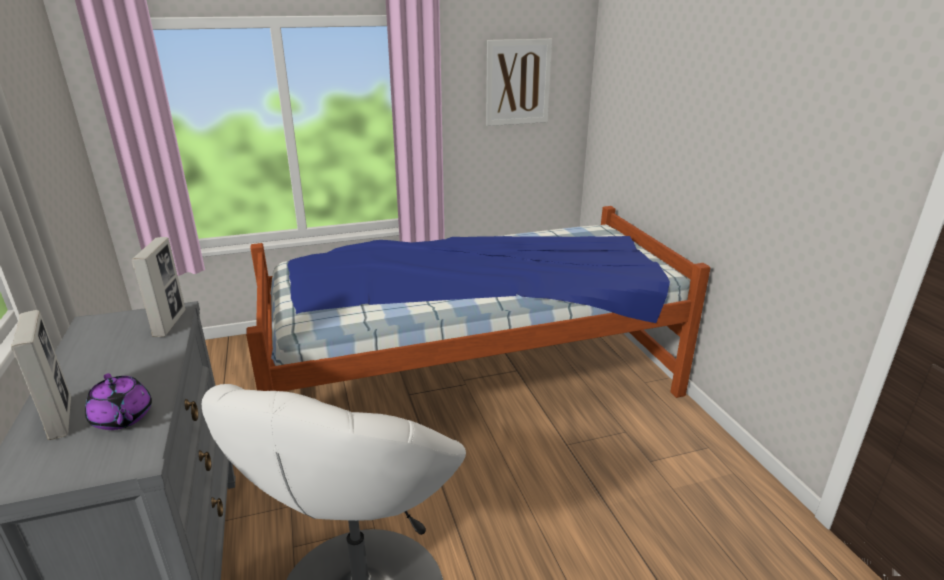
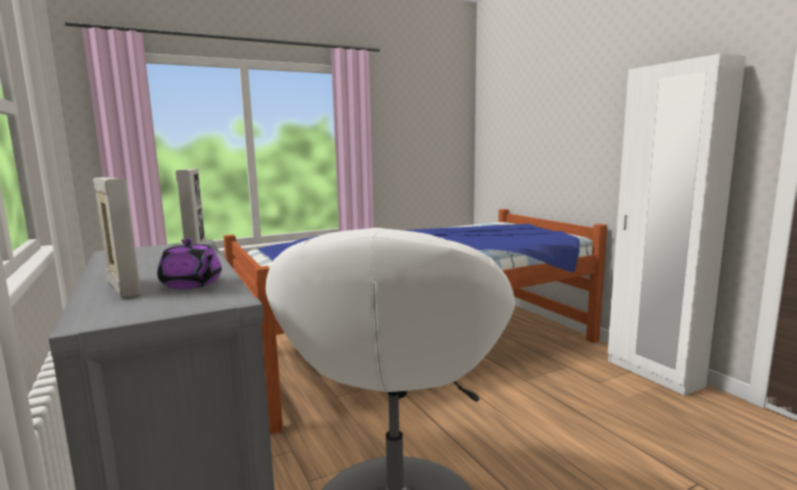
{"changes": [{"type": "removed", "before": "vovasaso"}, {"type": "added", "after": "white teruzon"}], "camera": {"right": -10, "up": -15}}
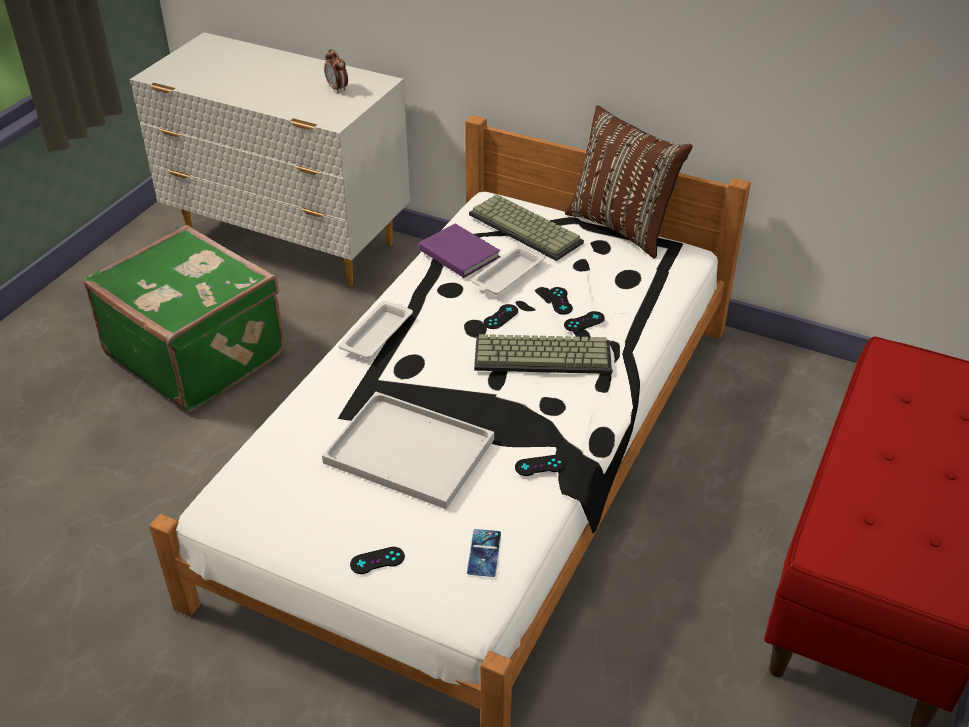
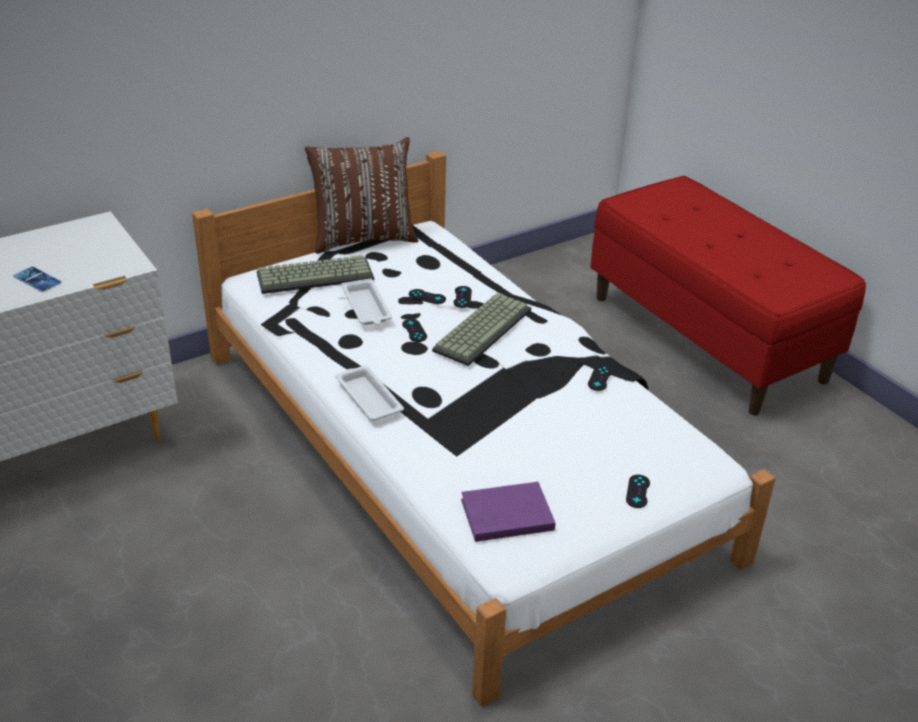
{"changes": [{"type": "removed", "before": "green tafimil"}, {"type": "removed", "before": "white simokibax (2nd from left)"}, {"type": "removed", "before": "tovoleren"}, {"type": "moved", "before": "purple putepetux"}, {"type": "moved", "before": "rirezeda"}], "camera": {"right": -60, "up": -5}}
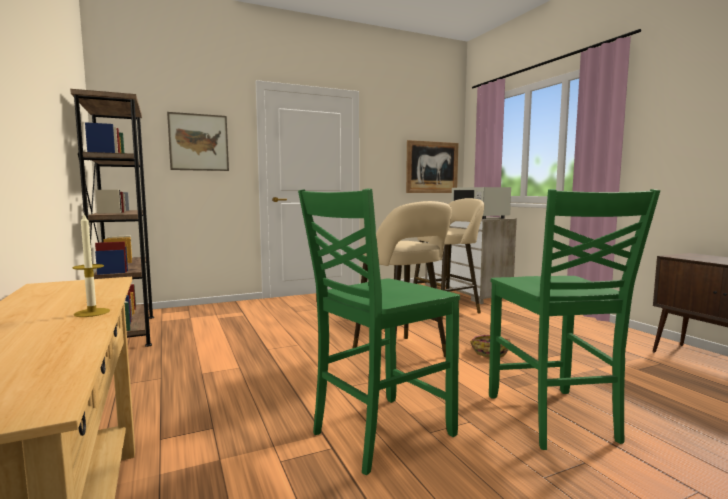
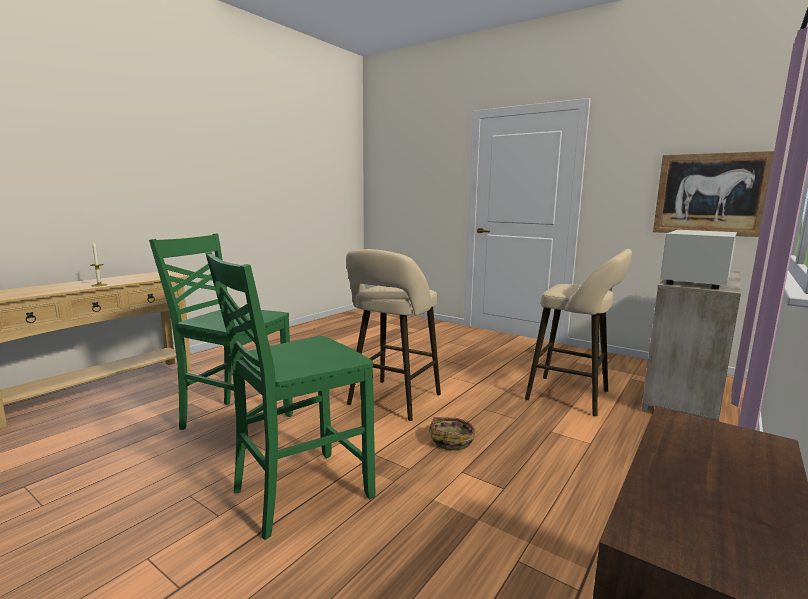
{"changes": [{"type": "removed", "before": "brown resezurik"}, {"type": "removed", "before": "vovasaso (1st from left)"}], "camera": {"right": 60, "up": 5}}
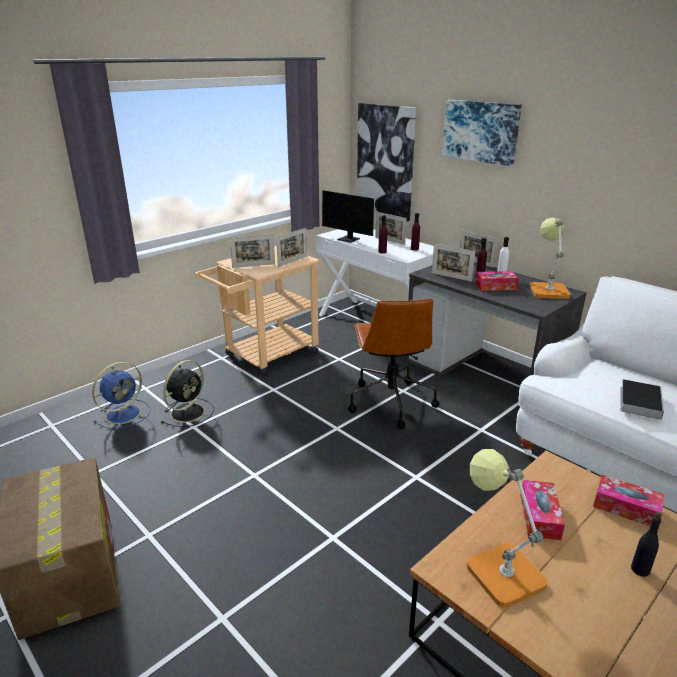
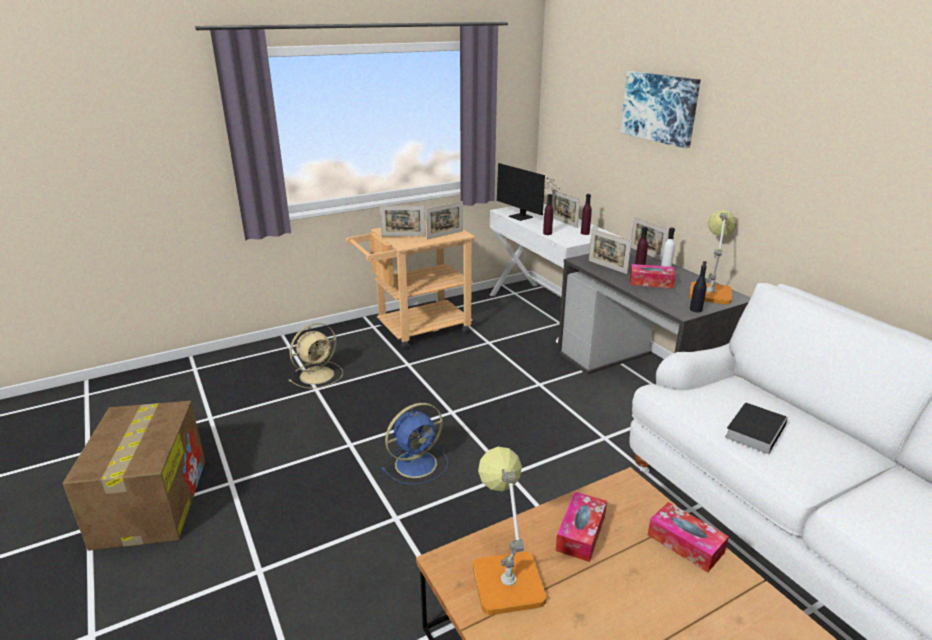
{"changes": [{"type": "moved", "before": "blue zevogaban"}, {"type": "recoloured", "before": "black zevogaban", "after": "beige zevogaban"}, {"type": "removed", "before": "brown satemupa"}, {"type": "removed", "before": "vovasaso (1st from left)"}, {"type": "moved", "before": "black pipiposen"}], "camera": {"right": 15, "up": 0}}
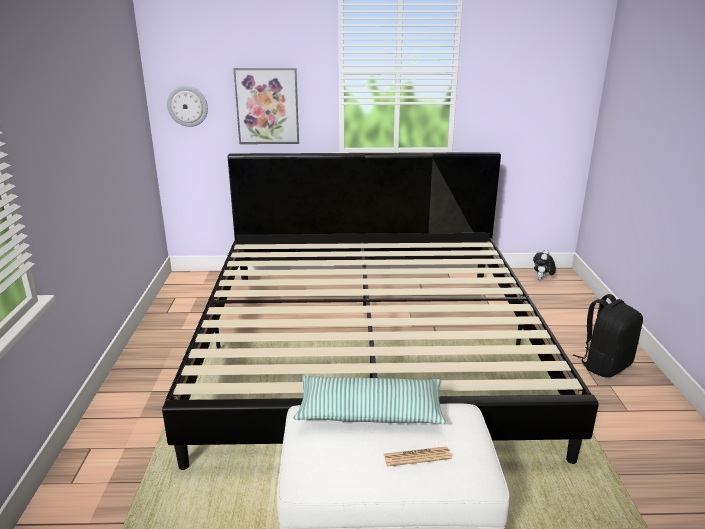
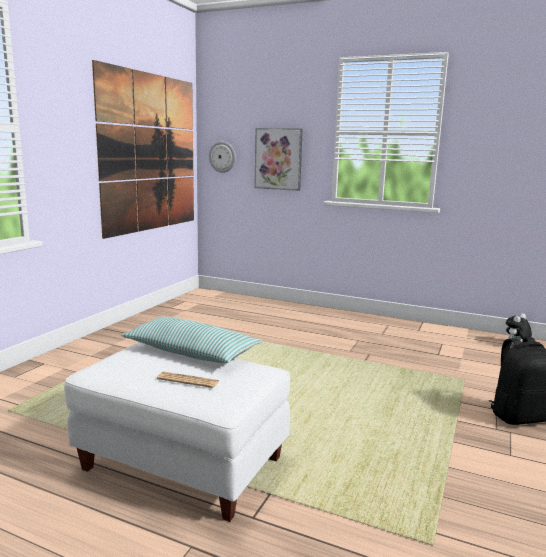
{"changes": [{"type": "removed", "before": "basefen"}, {"type": "added", "after": "vovasaso (1st from left)"}], "camera": {"right": 25, "up": -10}}
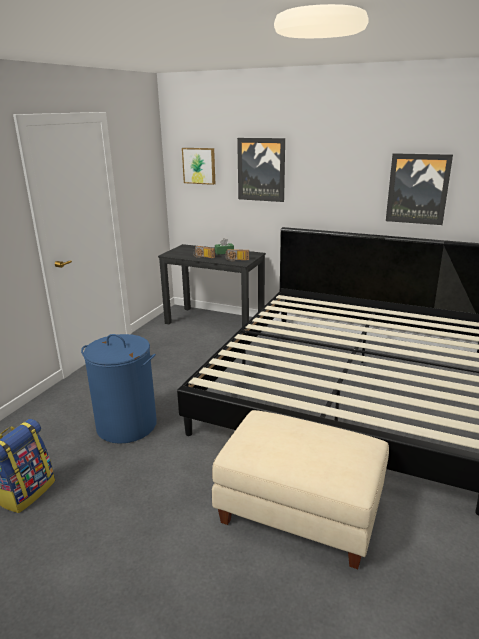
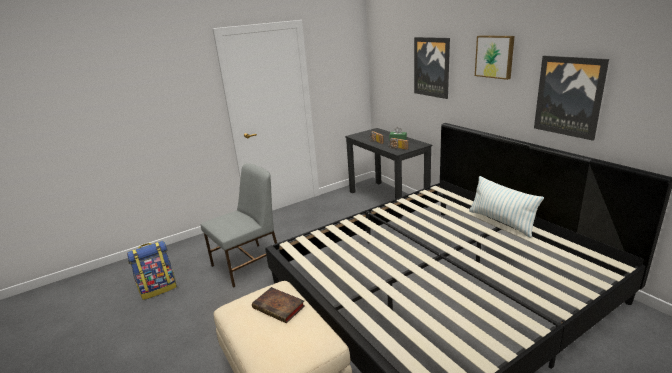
{"changes": [{"type": "replaced", "before": "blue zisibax", "after": "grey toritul"}, {"type": "moved", "before": "vovasaso (1st from left in the first image)", "after": "vovasaso (2nd from left)"}, {"type": "added", "after": "putepetux"}, {"type": "added", "after": "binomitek"}], "camera": {"right": 35, "up": 0}}
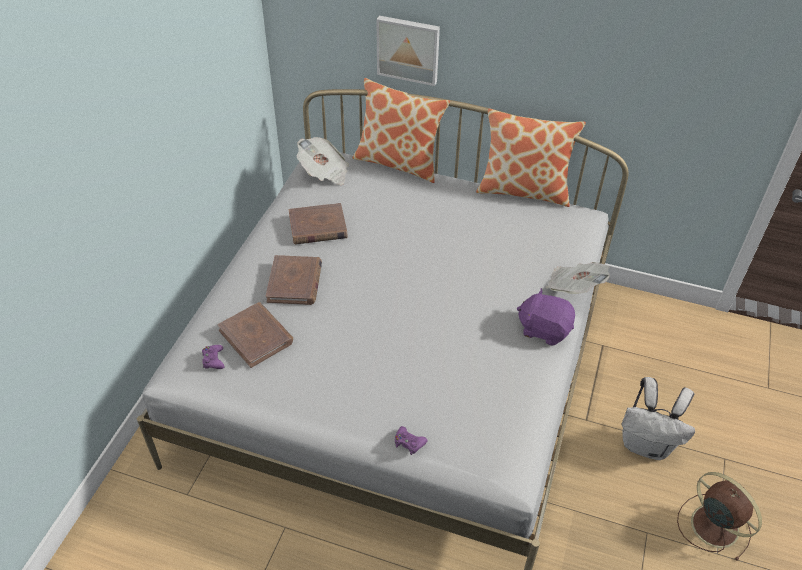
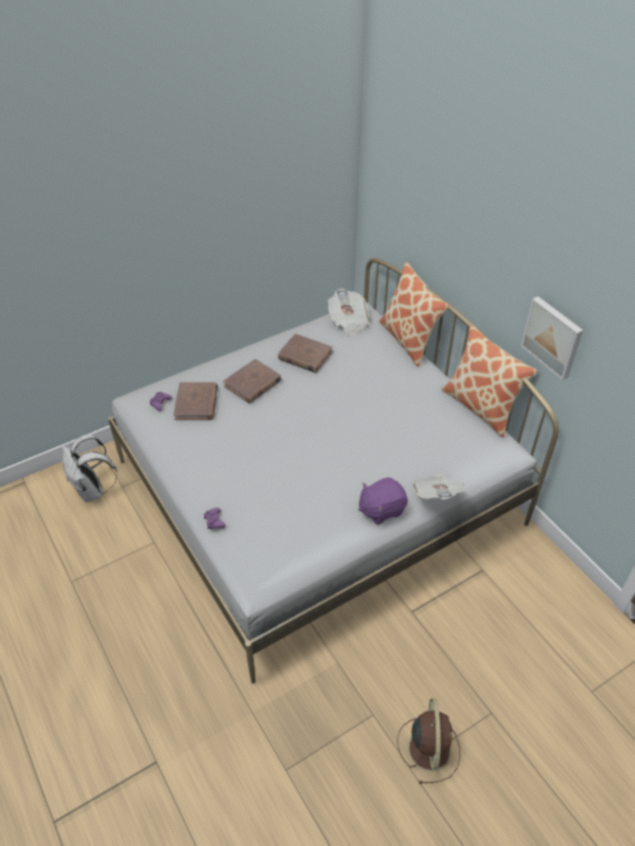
{"changes": [{"type": "moved", "before": "vovasaso"}, {"type": "turned", "before": "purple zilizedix", "turn": -90}, {"type": "moved", "before": "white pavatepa"}], "camera": {"right": 40, "up": 0}}
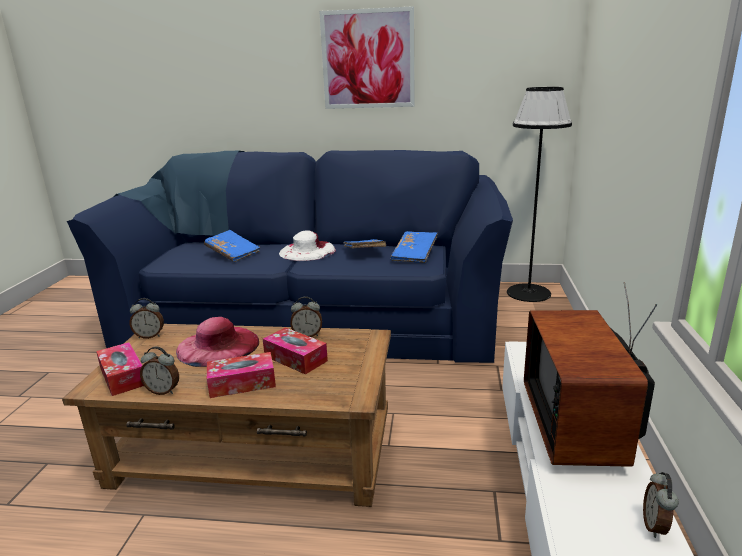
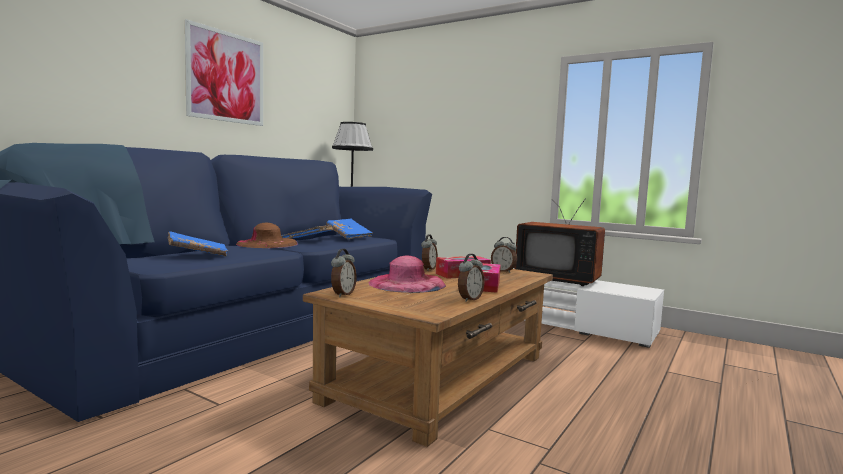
{"changes": [{"type": "removed", "before": "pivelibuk (1st from left)"}, {"type": "recoloured", "before": "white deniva", "after": "brown deniva"}, {"type": "moved", "before": "tovoleren (4th from left)"}], "camera": {"right": -65, "up": -15}}
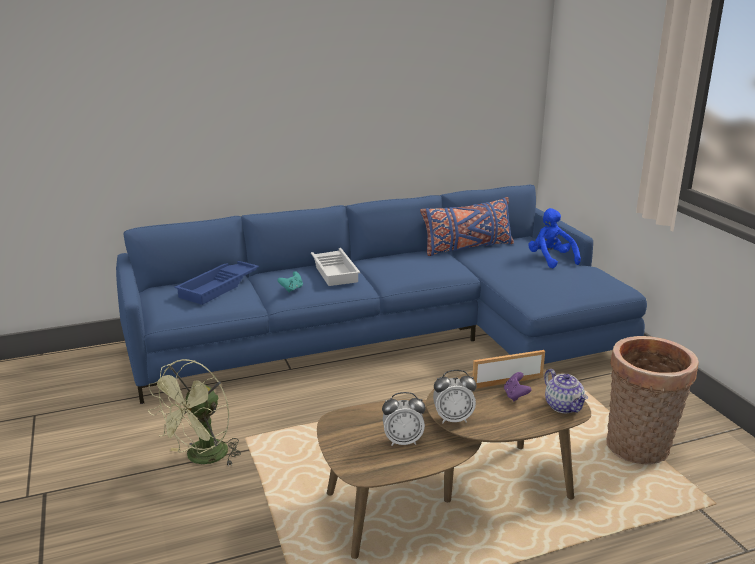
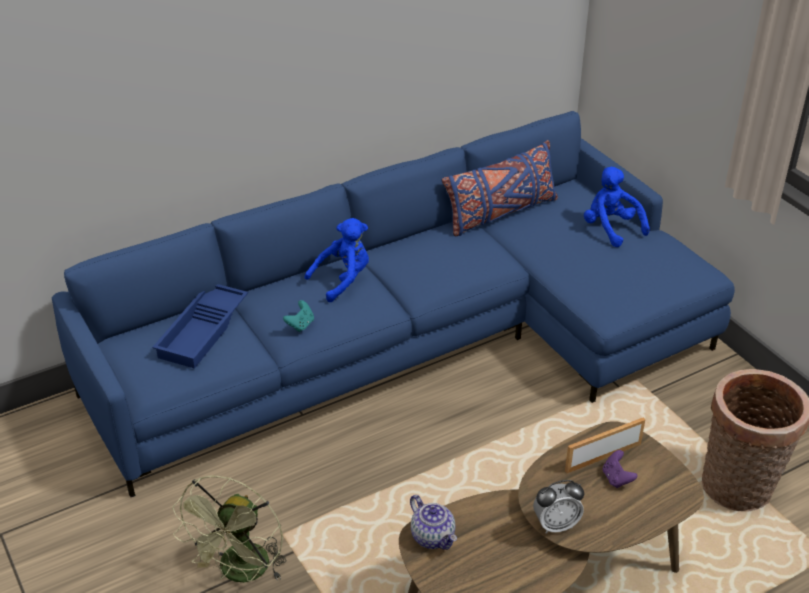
{"changes": [{"type": "replaced", "before": "white simokibax", "after": "blue zilizedix (1st from left)"}, {"type": "removed", "before": "tovoleren (1st from left)"}, {"type": "moved", "before": "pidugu"}], "camera": {"right": -10, "up": 15}}
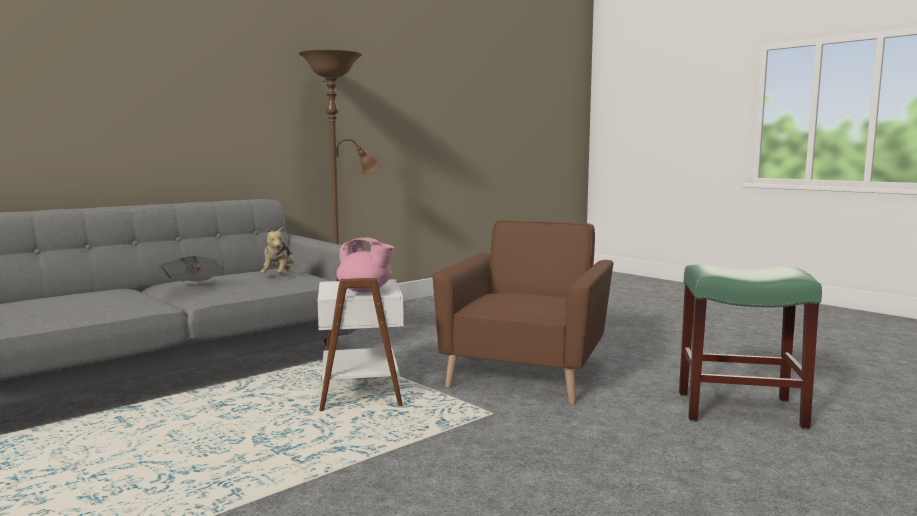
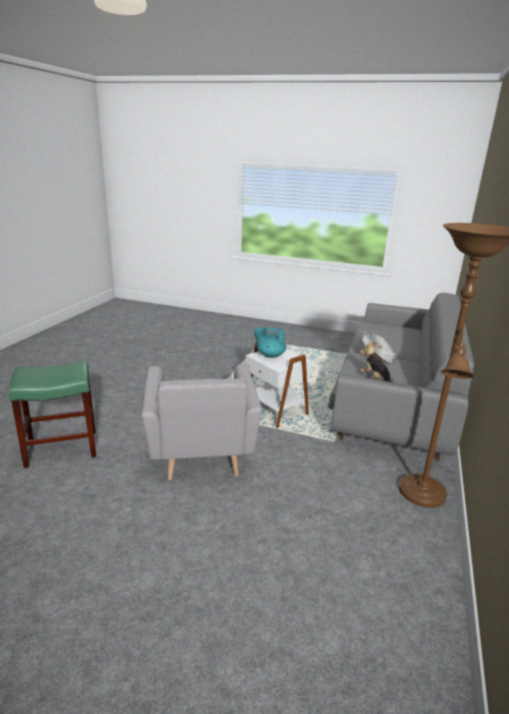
{"changes": [{"type": "recoloured", "before": "pink pidugu", "after": "turquoise pidugu"}, {"type": "recoloured", "before": "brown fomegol", "after": "grey fomegol"}], "camera": {"right": 150, "up": 15}}
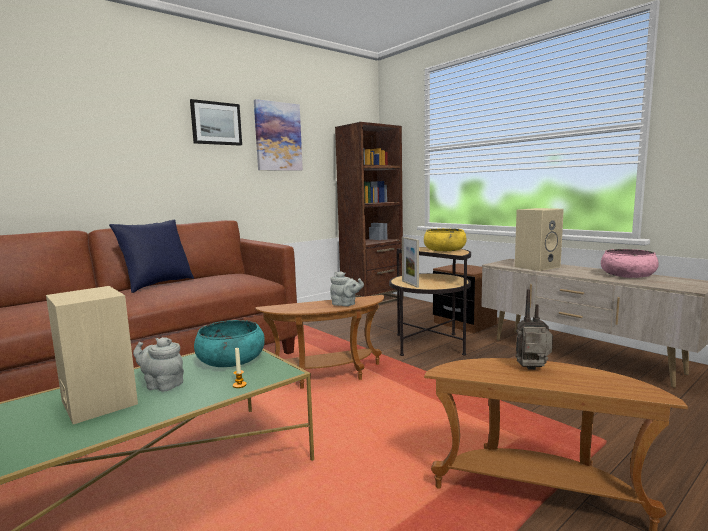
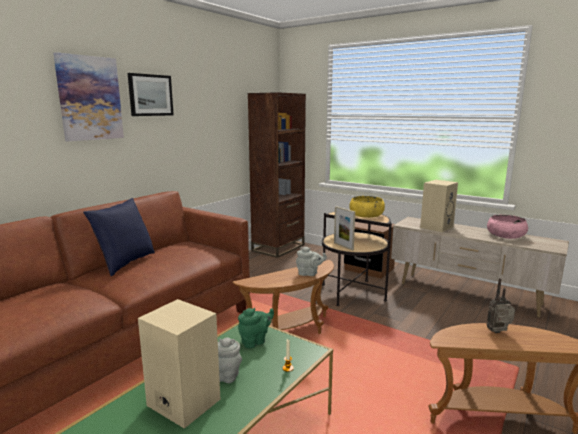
{"changes": [{"type": "replaced", "before": "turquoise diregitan", "after": "green pidugu"}, {"type": "moved", "before": "vovasaso (2nd from left in the first image)", "after": "vovasaso (1st from left)"}], "camera": {"right": -15, "up": 5}}
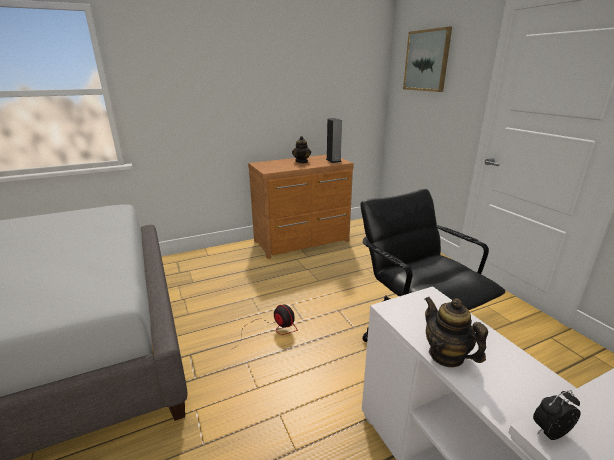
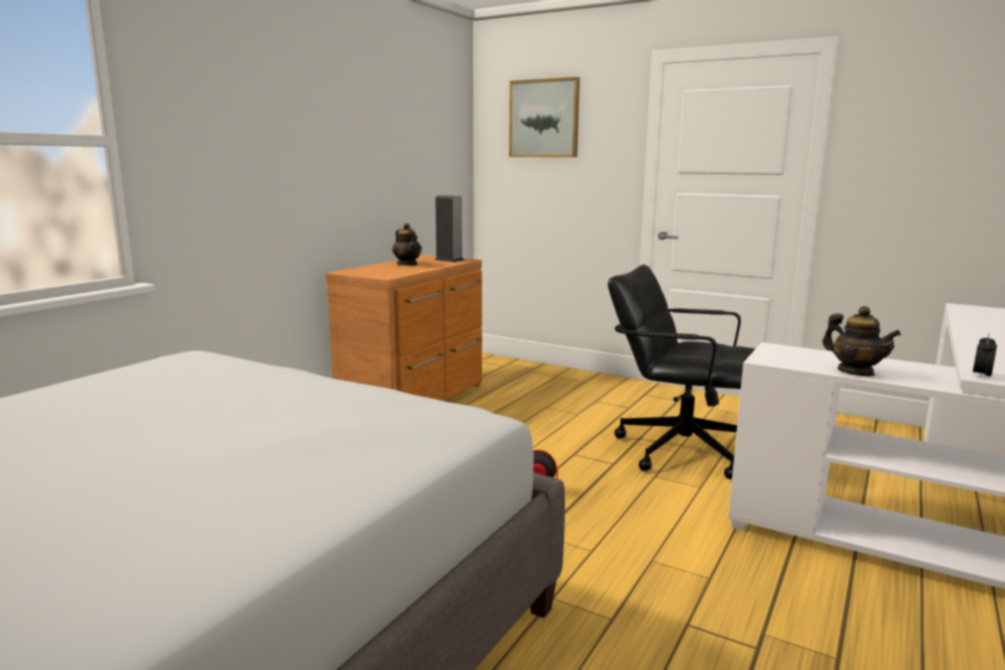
{"changes": [{"type": "turned", "before": "pidugu (2nd from left)", "turn": -150}], "camera": {"right": -35, "up": -10}}
